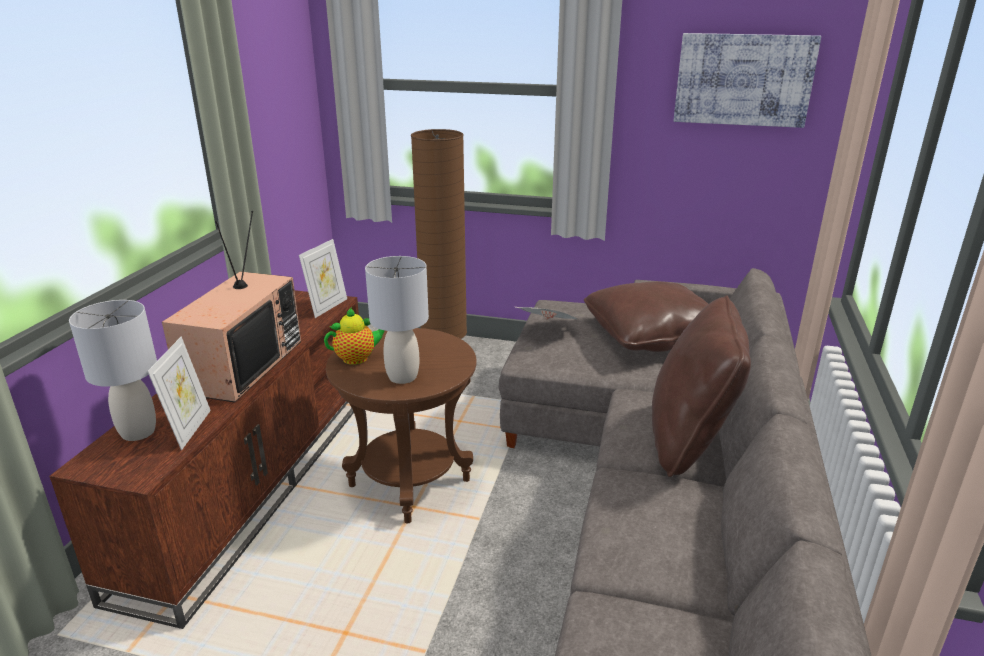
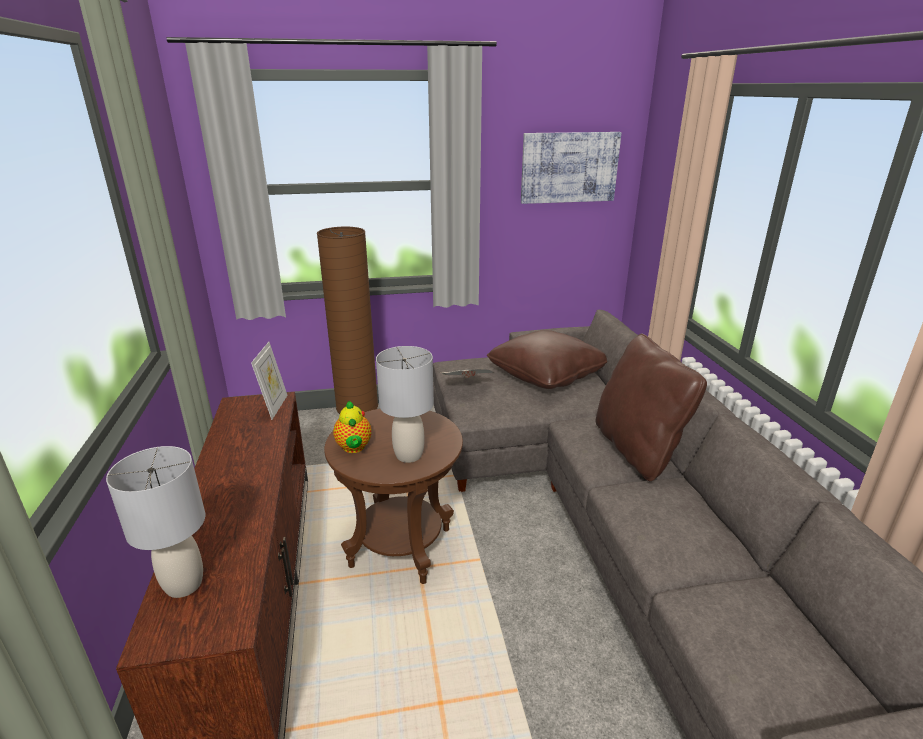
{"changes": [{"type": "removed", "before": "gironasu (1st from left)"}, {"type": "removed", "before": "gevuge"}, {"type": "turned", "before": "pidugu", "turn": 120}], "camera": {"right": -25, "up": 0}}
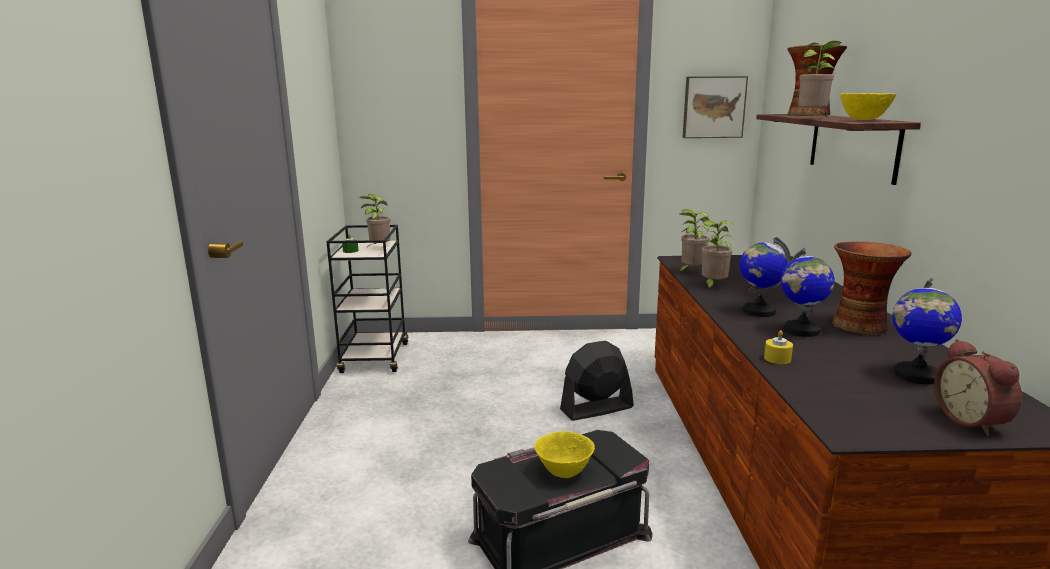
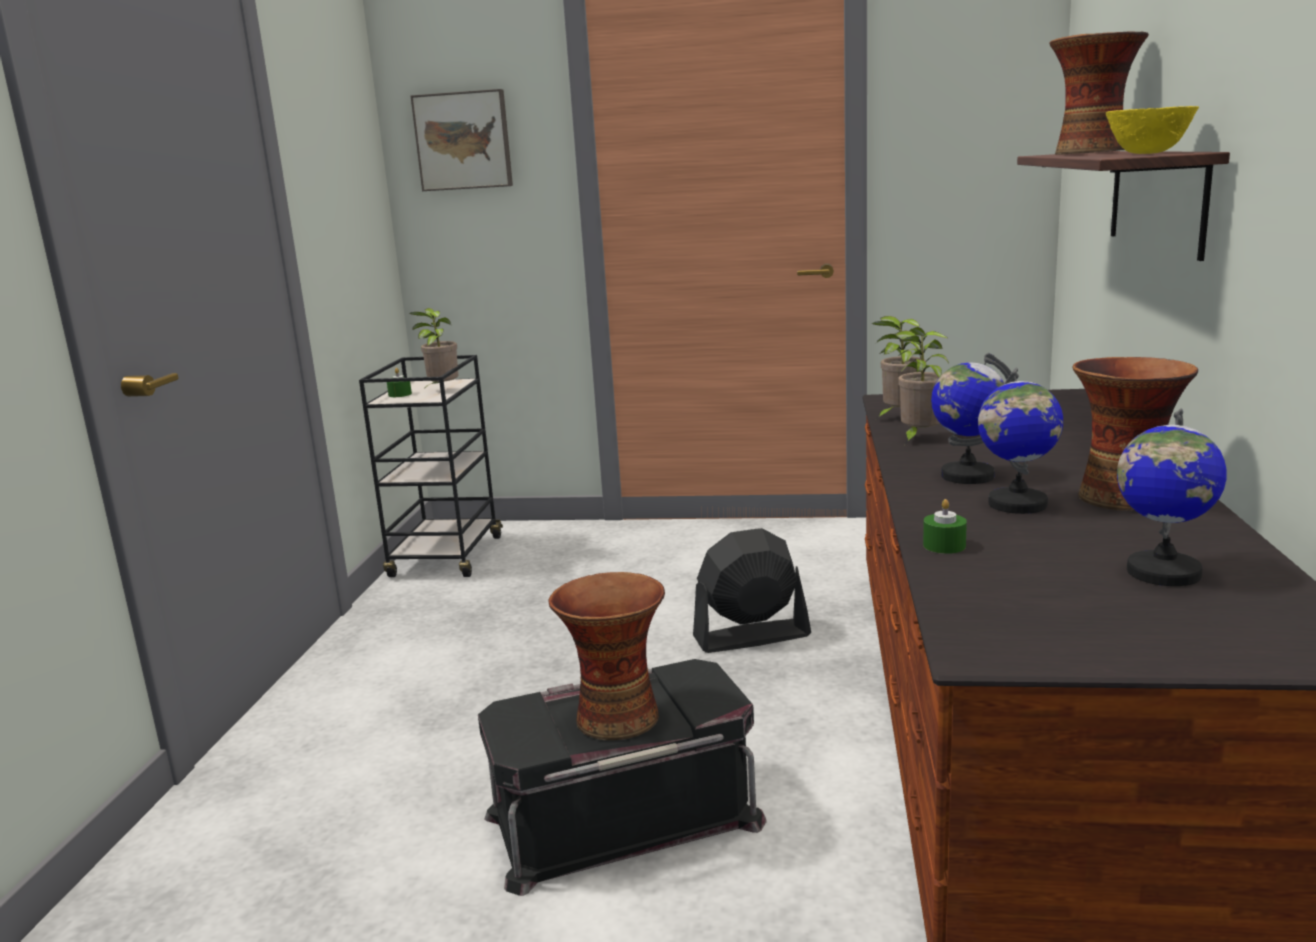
{"changes": [{"type": "replaced", "before": "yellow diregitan (1st from left)", "after": "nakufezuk (1st from left)"}, {"type": "moved", "before": "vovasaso"}, {"type": "recoloured", "before": "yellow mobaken", "after": "green mobaken (2nd from left)"}, {"type": "removed", "before": "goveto (4th from left)"}, {"type": "removed", "before": "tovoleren"}], "camera": {"right": 10, "up": 0}}
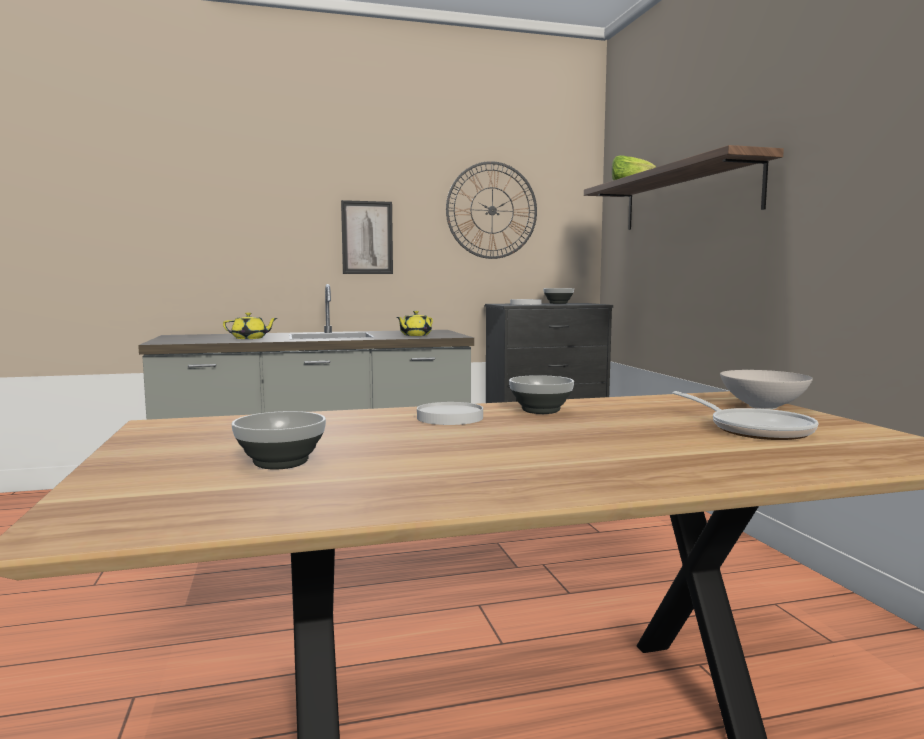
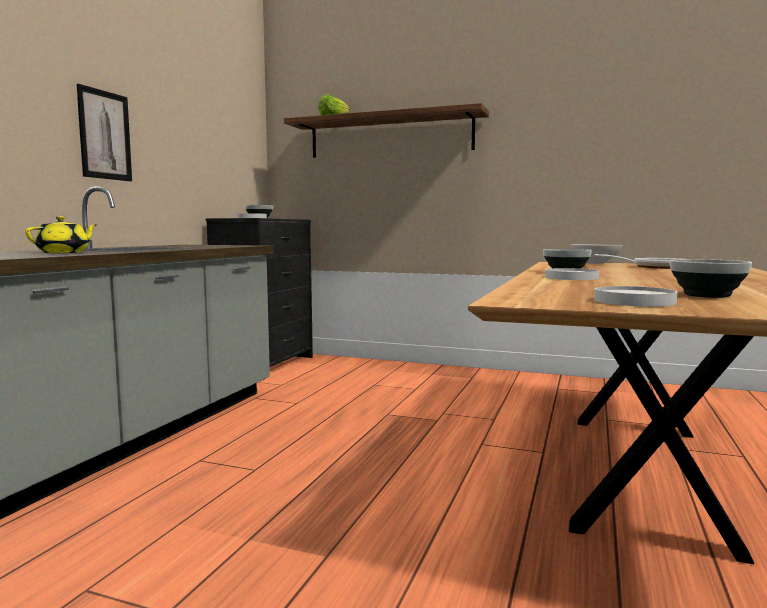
{"changes": [{"type": "removed", "before": "yellow pidugu (2nd from left)"}, {"type": "removed", "before": "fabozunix"}, {"type": "added", "after": "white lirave (3rd from left)"}], "camera": {"right": -55, "up": 0}}
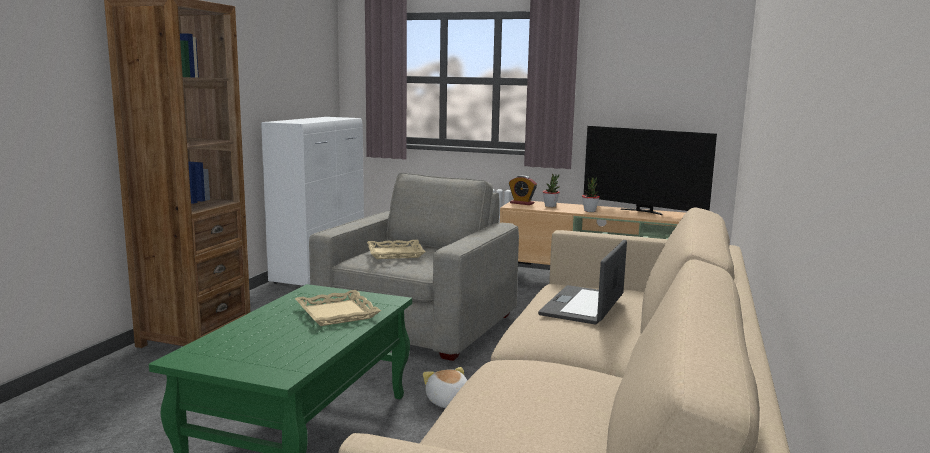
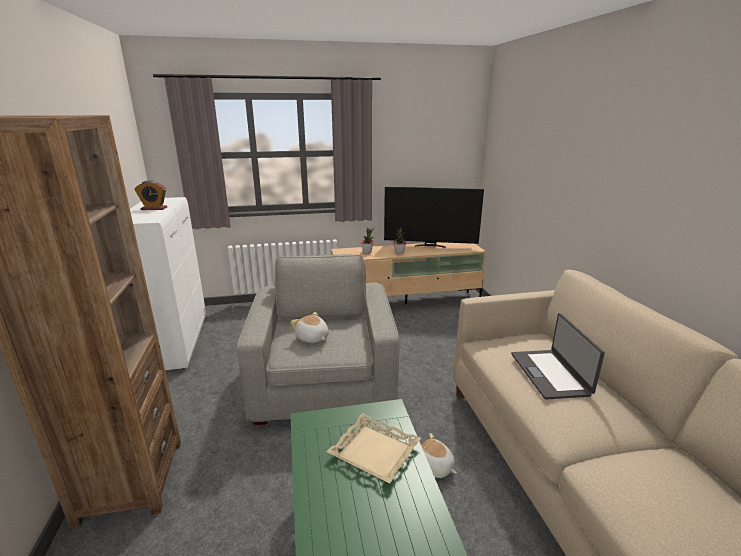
{"changes": [{"type": "replaced", "before": "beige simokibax (2nd from left)", "after": "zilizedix (1st from left)"}, {"type": "moved", "before": "tovoleren"}], "camera": {"right": -30, "up": 10}}
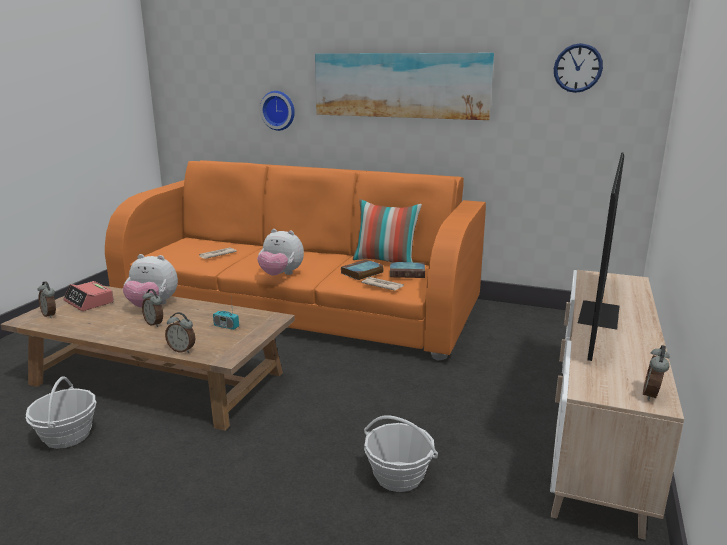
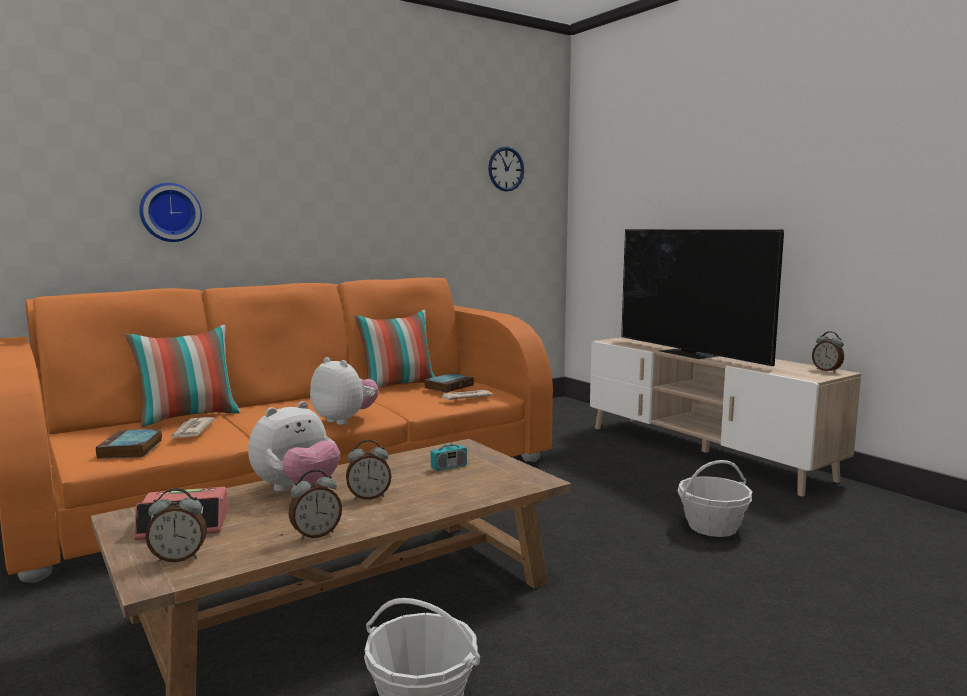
{"changes": [{"type": "moved", "before": "tovoleren (4th from left in the first image)", "after": "tovoleren (3rd from left)"}, {"type": "turned", "before": "zilizedix (2nd from left)", "turn": -105}, {"type": "removed", "before": "vovasaso"}, {"type": "moved", "before": "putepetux (1st from left)"}, {"type": "added", "after": "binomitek (1st from left)"}], "camera": {"right": -55, "up": -10}}
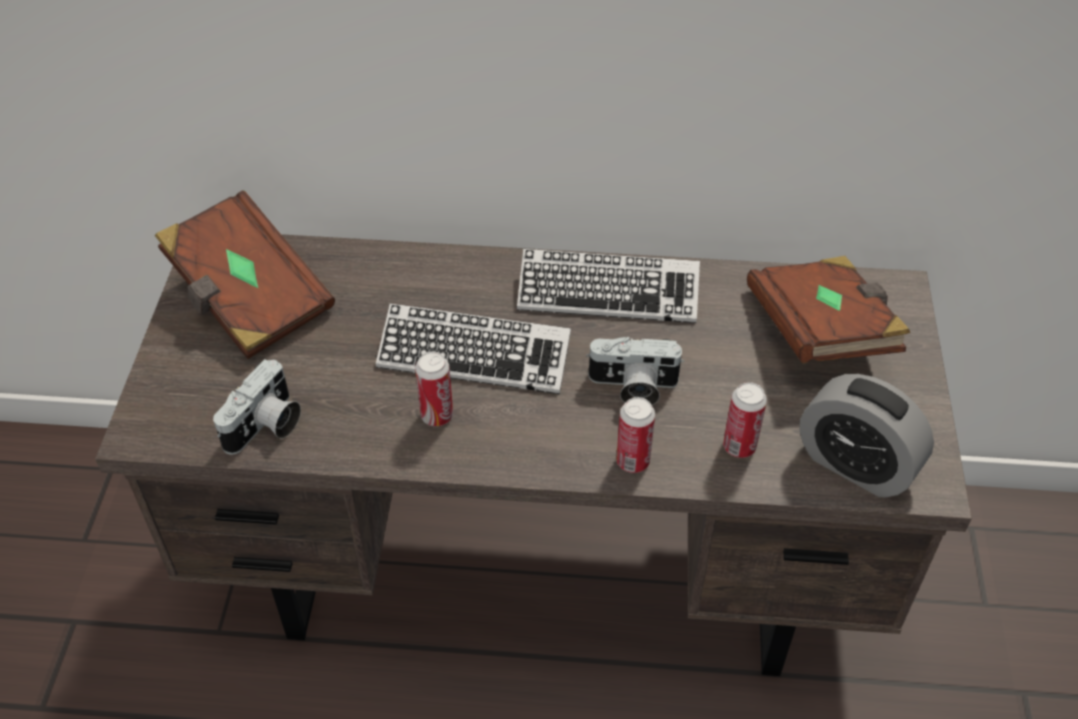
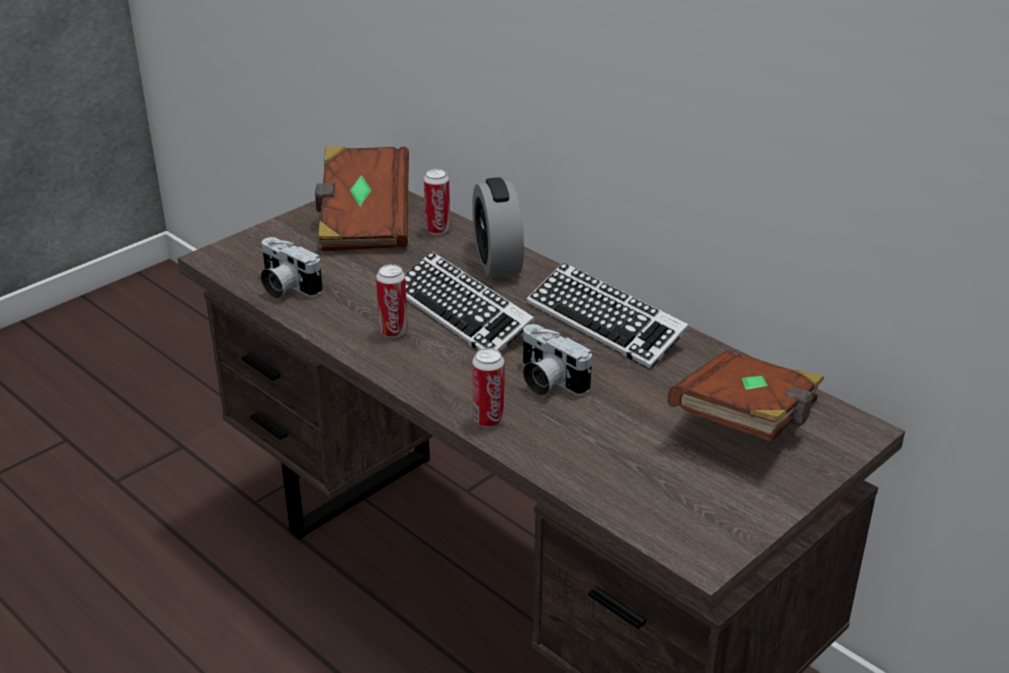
{"changes": [{"type": "turned", "before": "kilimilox (1st from left)", "turn": 60}, {"type": "moved", "before": "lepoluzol (3rd from left in the first image)", "after": "lepoluzol (2nd from left)"}, {"type": "moved", "before": "tovoleren"}], "camera": {"right": 40, "up": -15}}
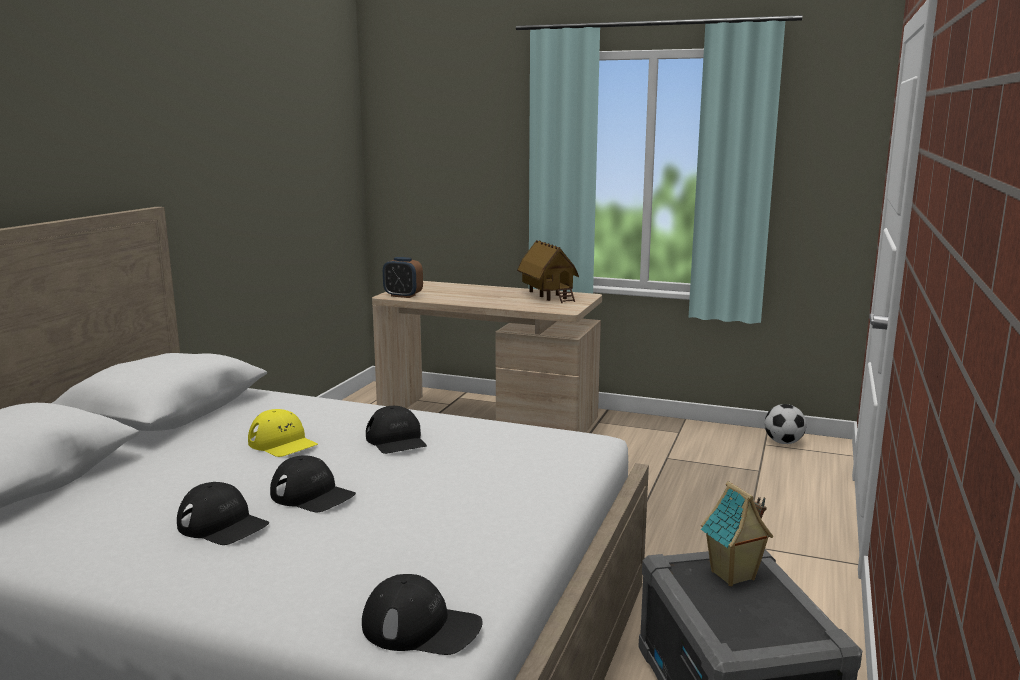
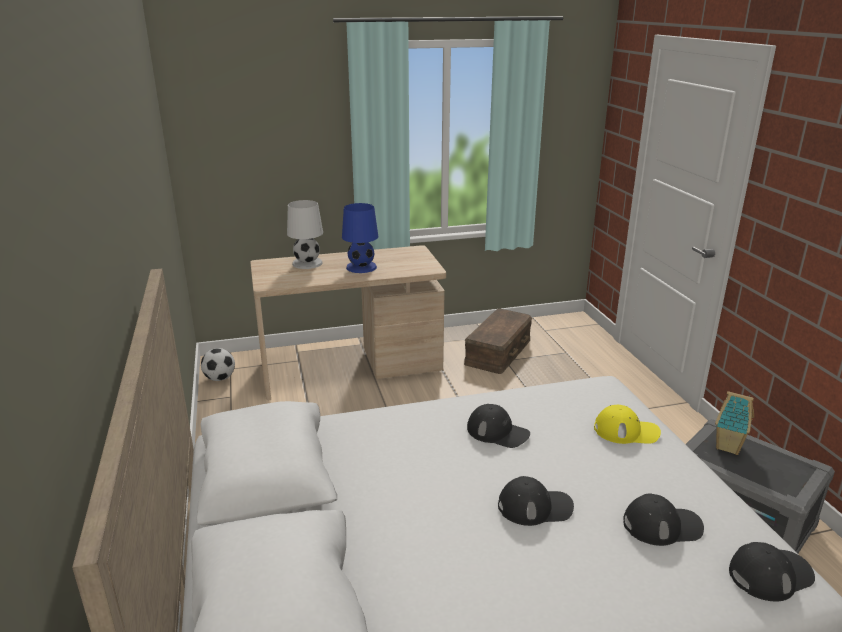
{"changes": [{"type": "moved", "before": "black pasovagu (1st from left in the first image)", "after": "black pasovagu (3rd from left)"}, {"type": "moved", "before": "yellow pasovagu"}, {"type": "removed", "before": "tovoleren"}, {"type": "removed", "before": "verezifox (1st from left)"}, {"type": "moved", "before": "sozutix"}, {"type": "added", "after": "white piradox"}, {"type": "added", "after": "blue piradox"}, {"type": "added", "after": "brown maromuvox"}], "camera": {"right": -35, "up": 10}}
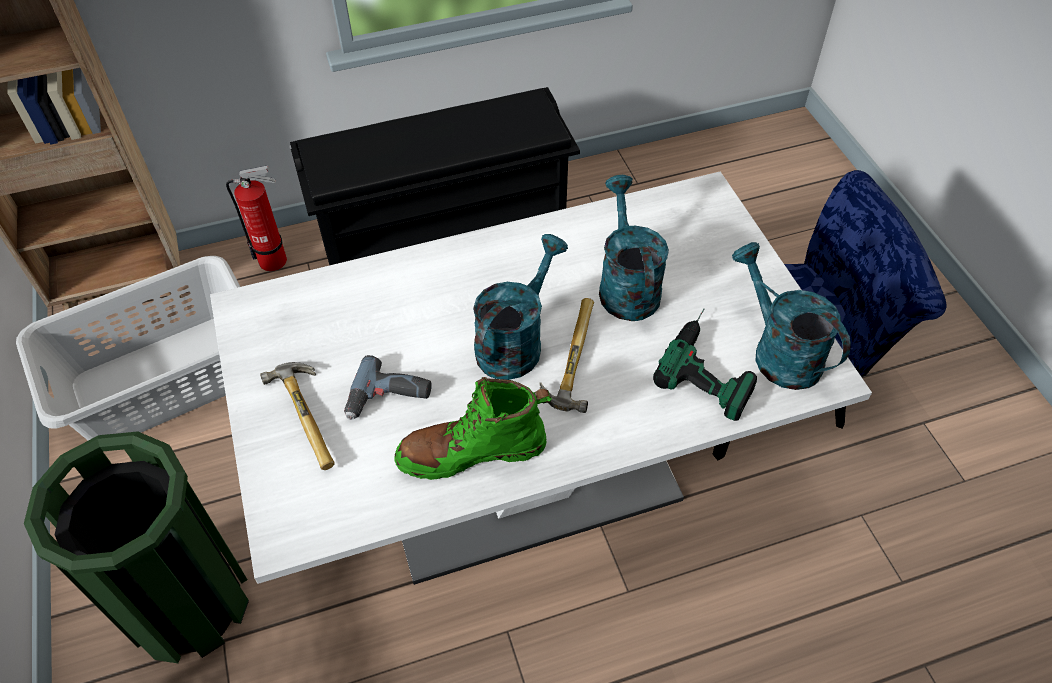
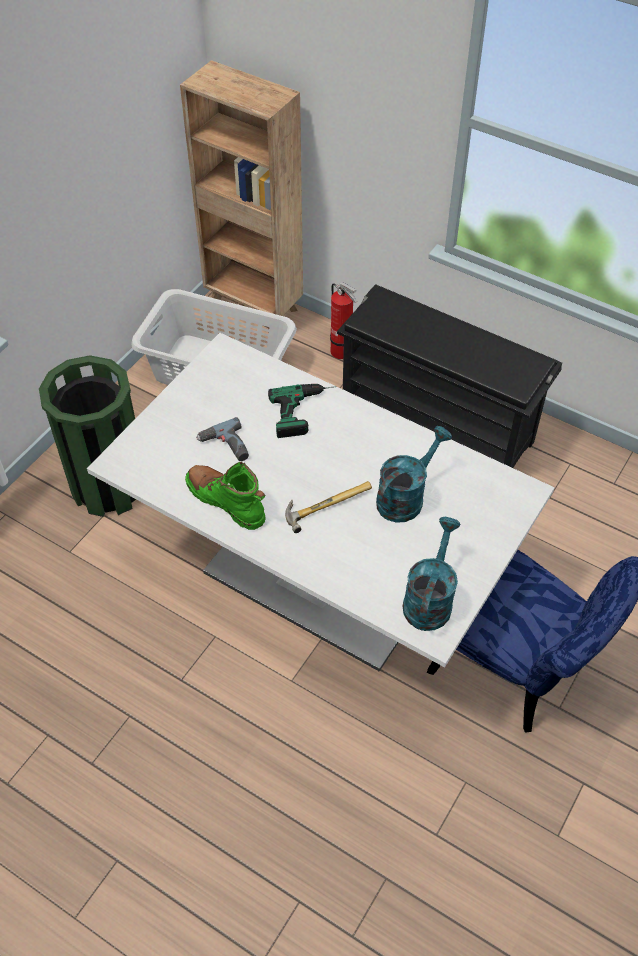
{"changes": [{"type": "removed", "before": "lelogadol (1st from left)"}, {"type": "removed", "before": "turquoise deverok (1st from left)"}, {"type": "moved", "before": "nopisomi (2nd from left)"}], "camera": {"right": 50, "up": 0}}
